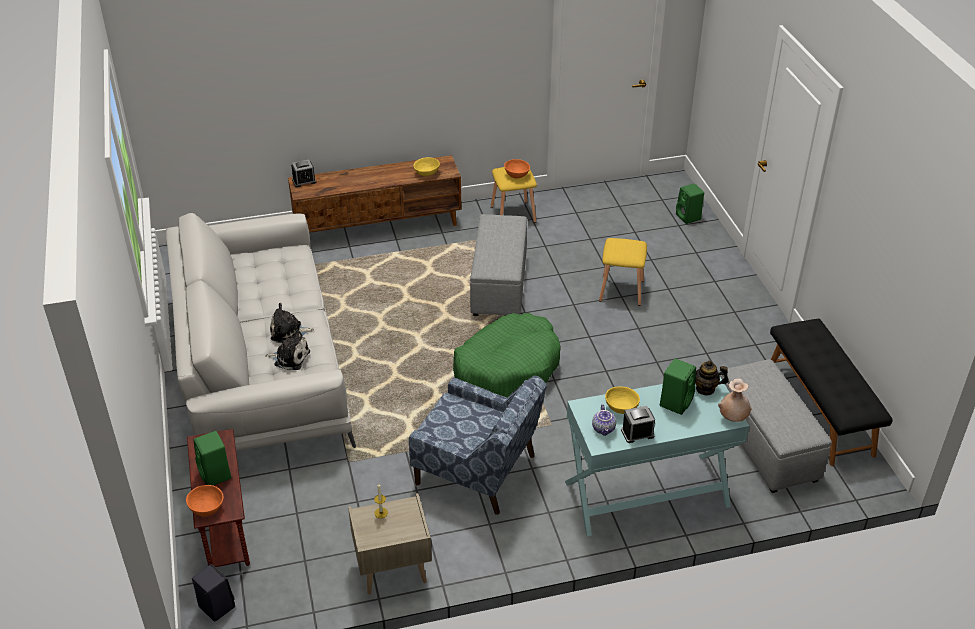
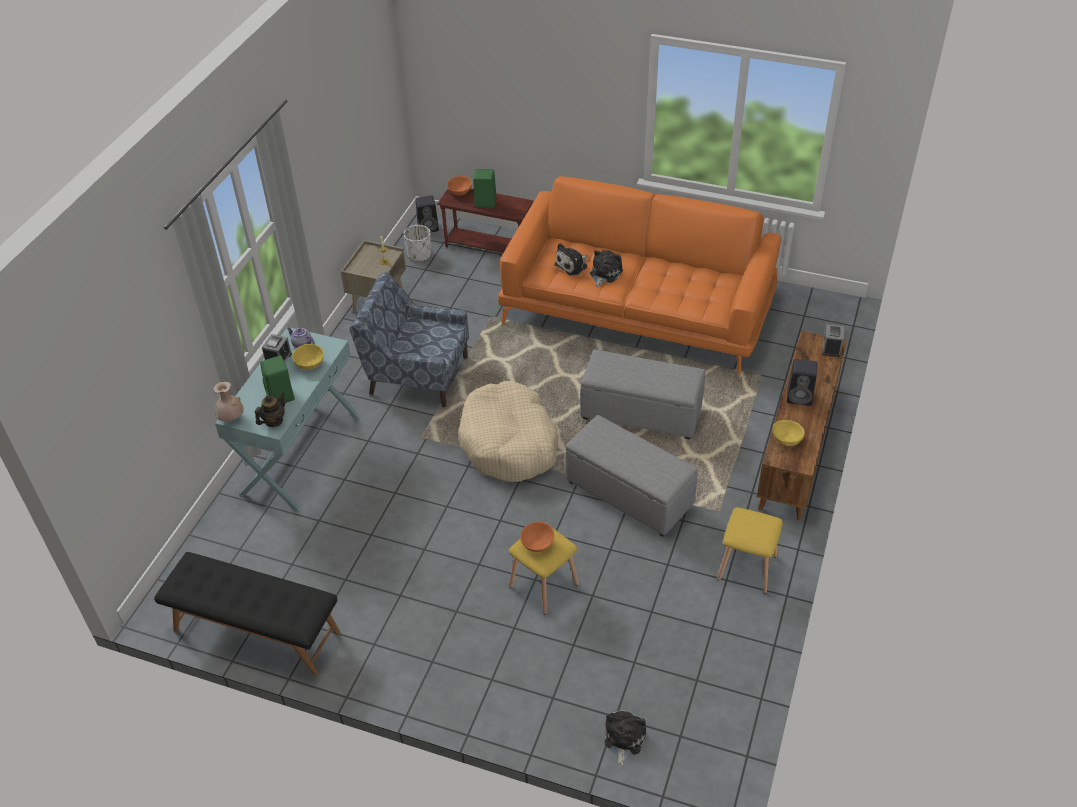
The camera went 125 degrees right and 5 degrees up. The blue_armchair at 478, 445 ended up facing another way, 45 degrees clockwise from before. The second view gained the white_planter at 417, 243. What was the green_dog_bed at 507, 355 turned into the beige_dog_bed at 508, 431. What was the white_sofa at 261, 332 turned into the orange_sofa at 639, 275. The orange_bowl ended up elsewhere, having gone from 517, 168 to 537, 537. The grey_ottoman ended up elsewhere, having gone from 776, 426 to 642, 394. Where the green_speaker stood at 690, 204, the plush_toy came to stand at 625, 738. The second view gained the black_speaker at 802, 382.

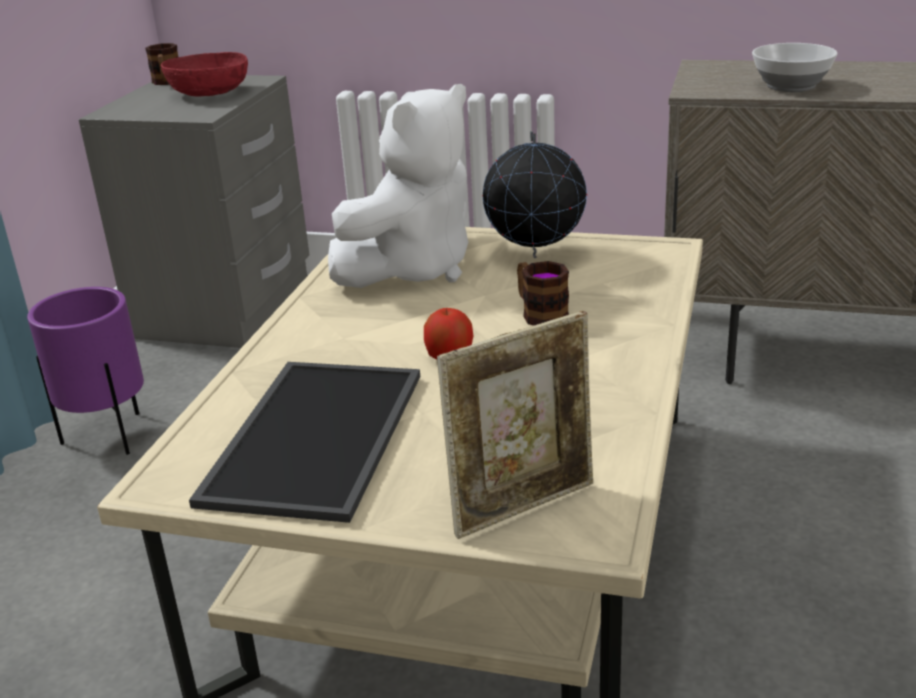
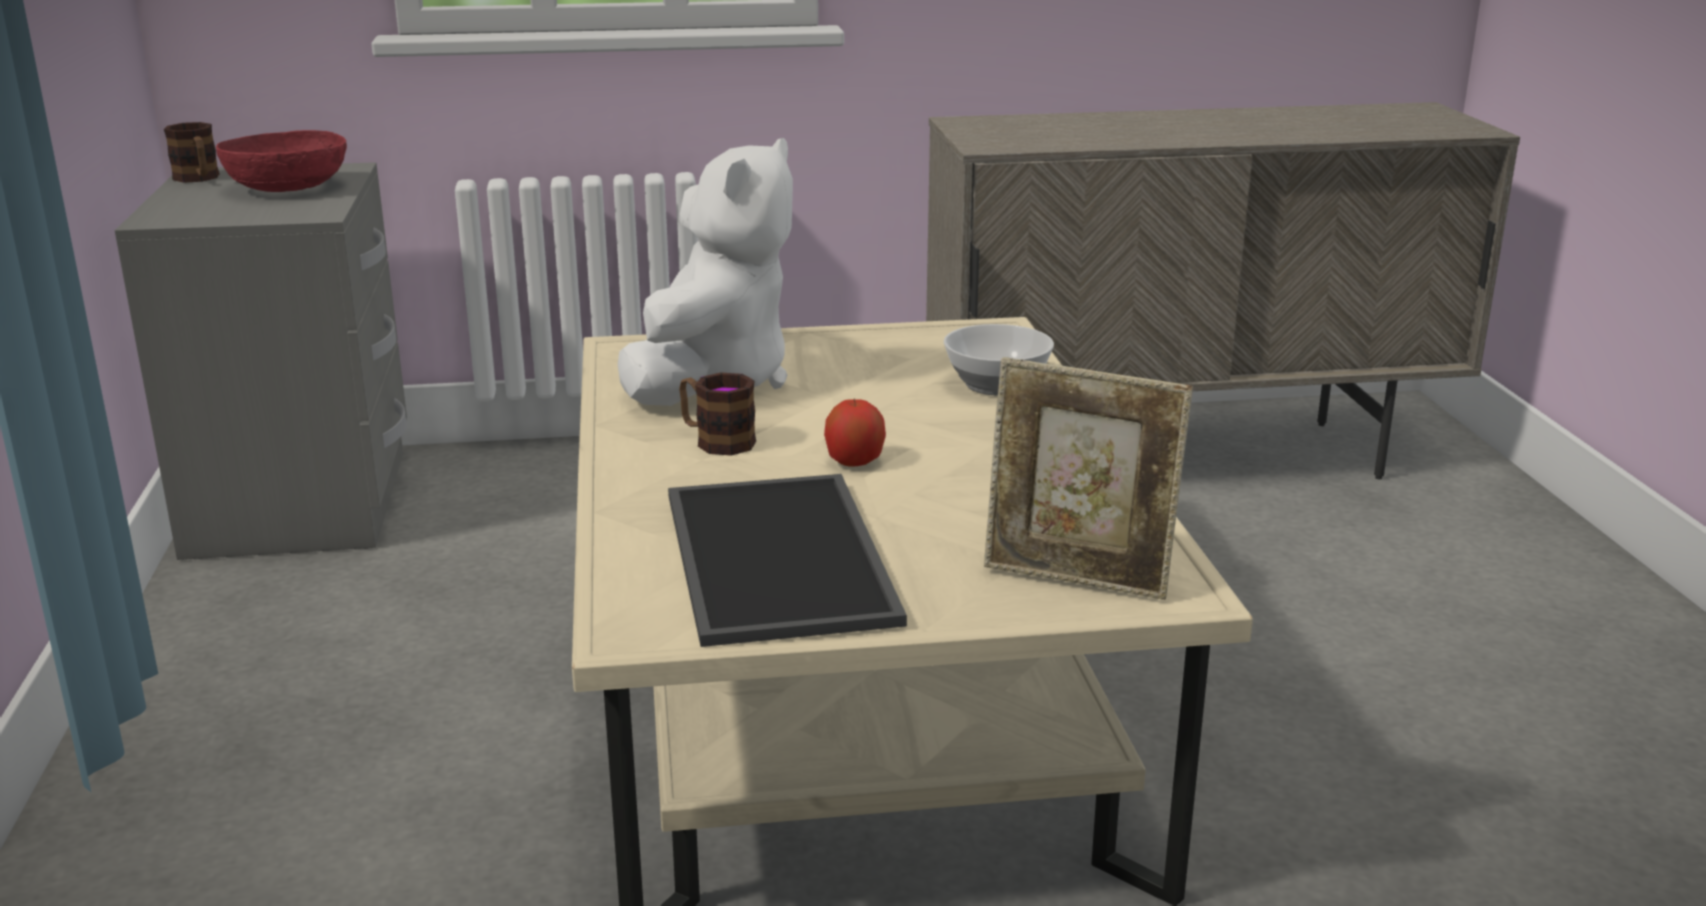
The camera went 25 degrees left and 5 degrees down. The mug ended up elsewhere, having gone from 543, 293 to 717, 414. The bowl ended up elsewhere, having gone from 794, 67 to 999, 360. The picture_frame at 515, 425 ended up facing another way, 75 degrees clockwise from before. The second view lost the purple_planter at 85, 371. The second view lost the globe at 535, 194.

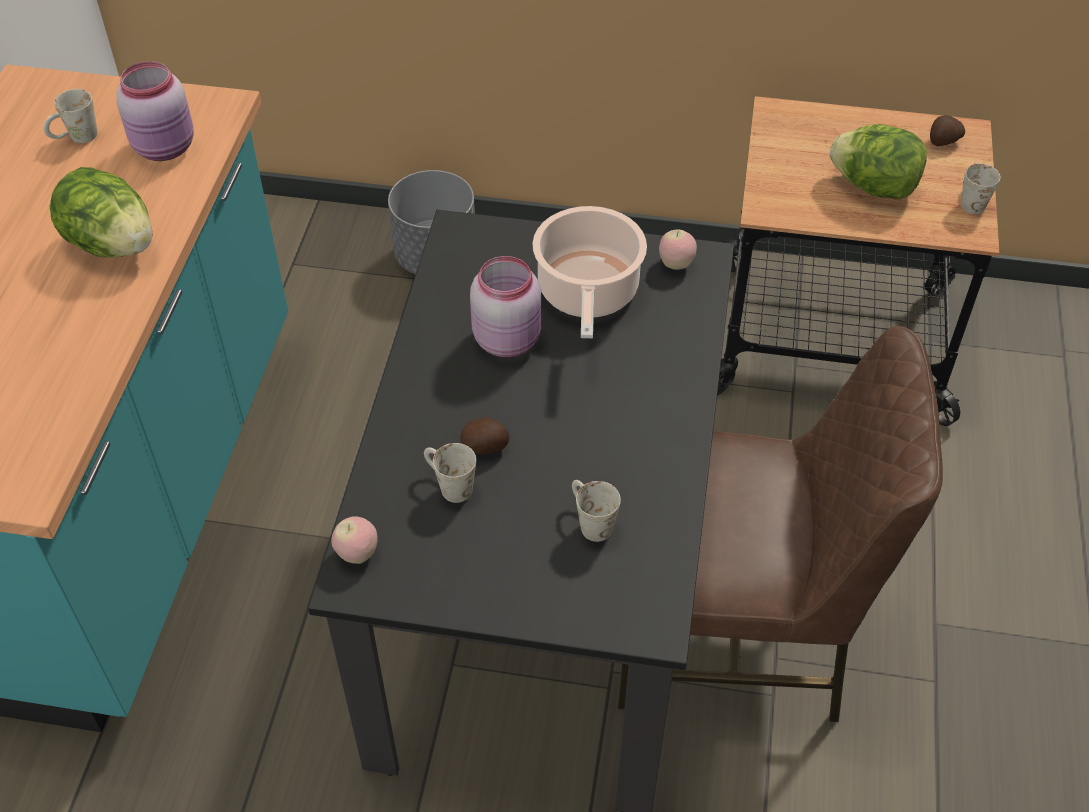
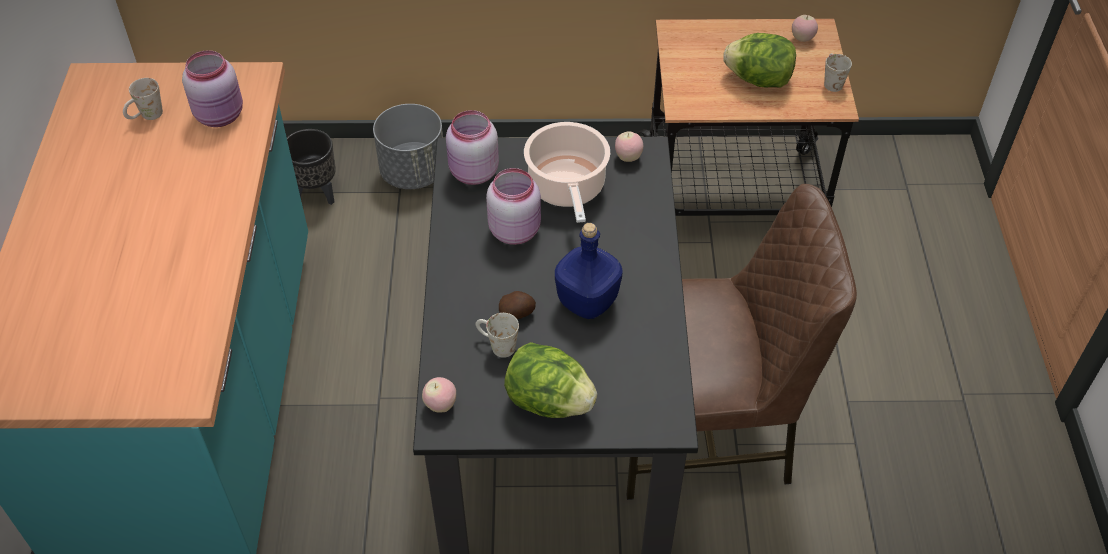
The camera went 10 degrees left and 0 degrees up. The second view gained the black_planter at 311, 167. The second view gained the pink_jar at 472, 147. The lettuce ended up elsewhere, having gone from 101, 212 to 550, 380. The second view gained the blue_bottle at 588, 271. Where the potato stood at 947, 130, the apple came to stand at 805, 28. The second view lost the white_mug at 596, 511.

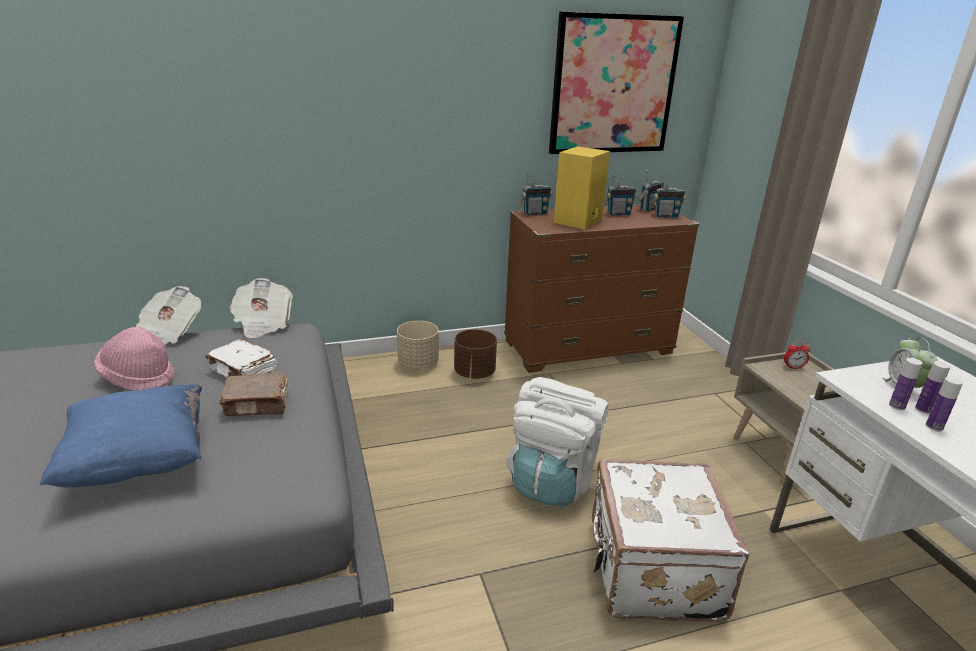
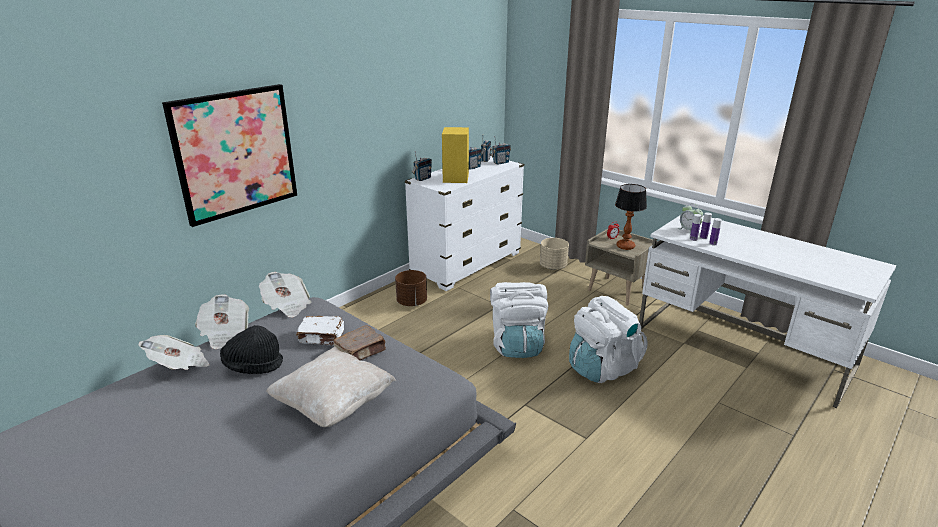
The camera went 30 degrees left and 0 degrees up. The second view gained the newspaper at 173, 352. The picture ended up elsewhere, having gone from 616, 82 to 229, 155. What was the pink_hat at 134, 359 turned into the black_hat at 251, 349. What was the blue_pillow at 121, 435 turned into the beige_pillow at 331, 387. What was the brown_dresser at 601, 288 turned into the white_dresser at 464, 223. The beige_planter ended up elsewhere, having gone from 418, 345 to 554, 254. Where the white_suitcase stood at 670, 540, the white_backpack came to stand at 608, 339. The second view gained the table_lamp at 631, 217.

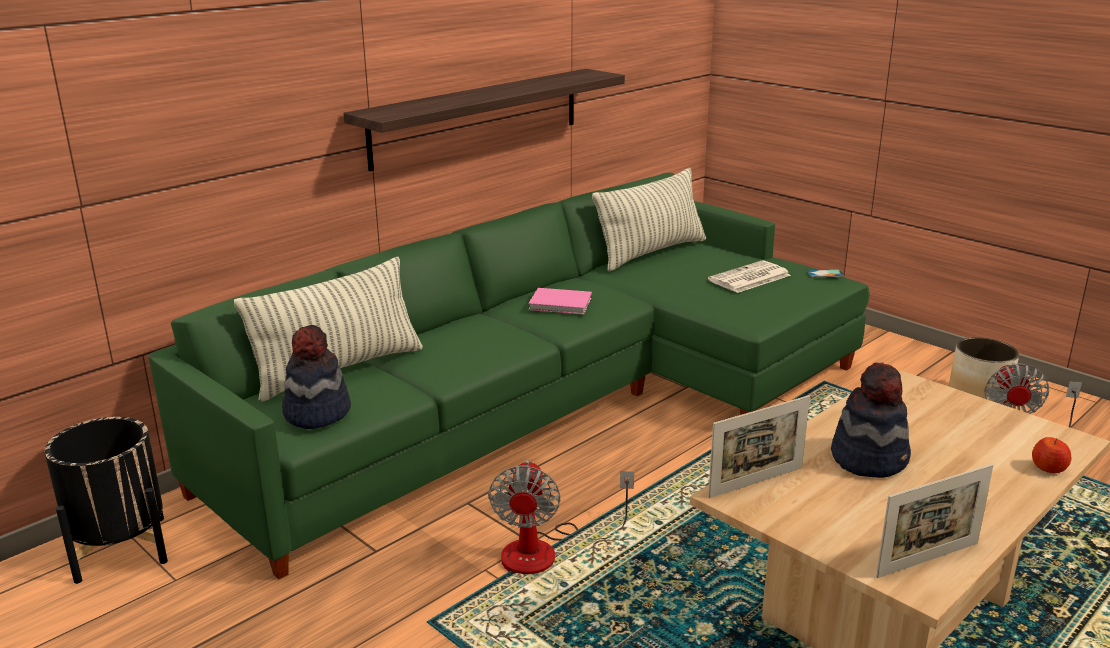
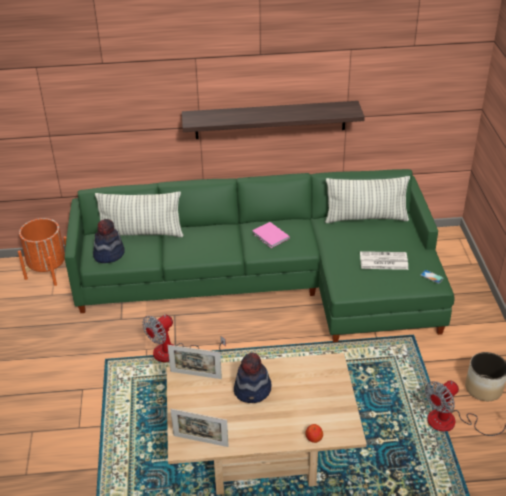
The camera went 40 degrees right and 15 degrees up. What was the black_planter at 106, 500 turned into the orange_planter at 42, 252.

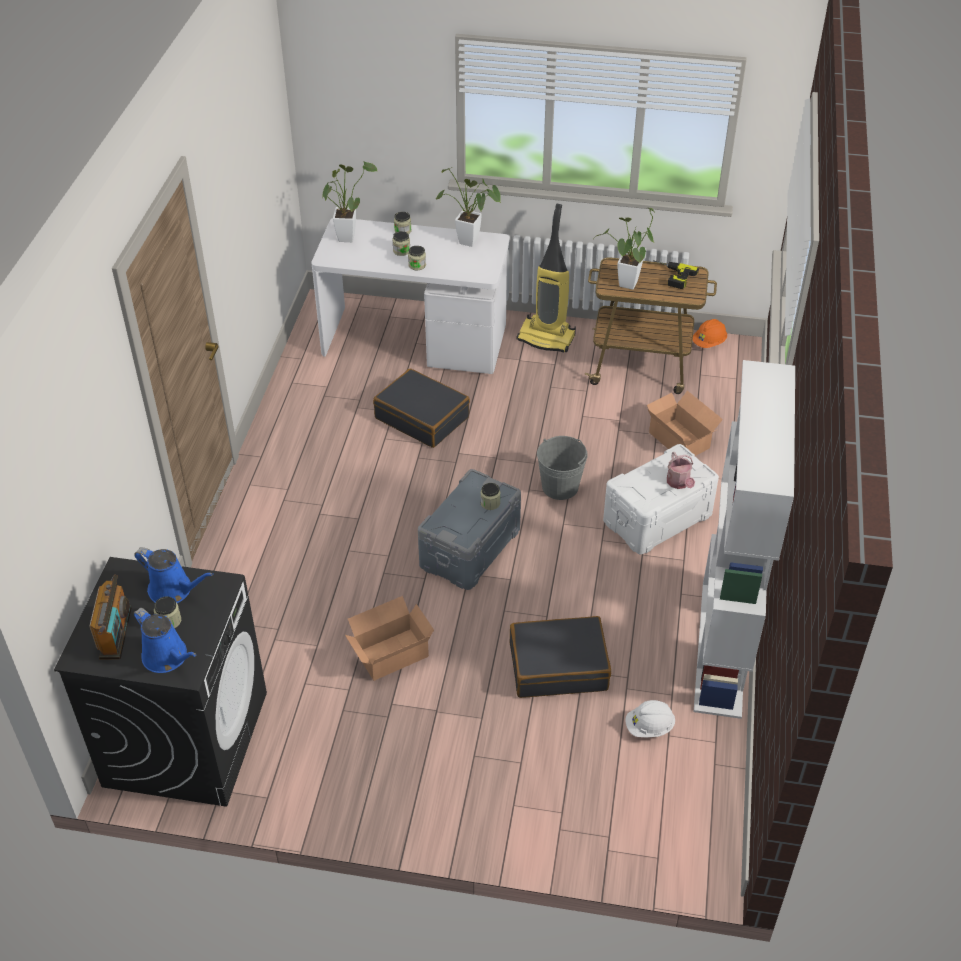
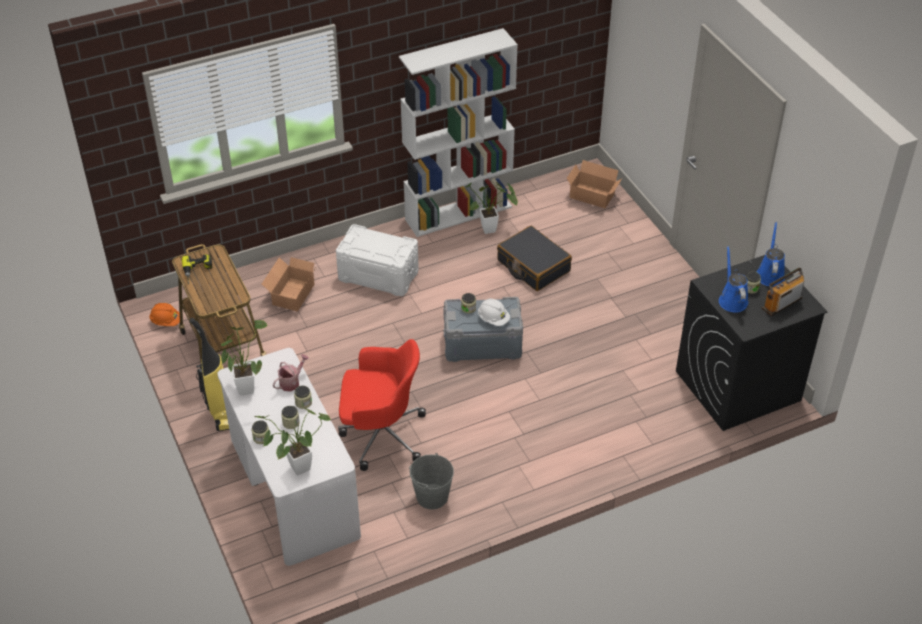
The camera went 125 degrees left and 0 degrees up. The watering_can ended up elsewhere, having gone from 681, 470 to 291, 373. Where the black_suitcase stood at 421, 408, the red_office_chair came to stand at 382, 405. The grey_bucket ended up elsewhere, having gone from 562, 468 to 431, 481. The potted_plant ended up elsewhere, having gone from 624, 248 to 490, 208. The white_hard_hat ended up elsewhere, having gone from 650, 718 to 494, 312. The cardboard_box ended up elsewhere, having gone from 389, 638 to 594, 184.

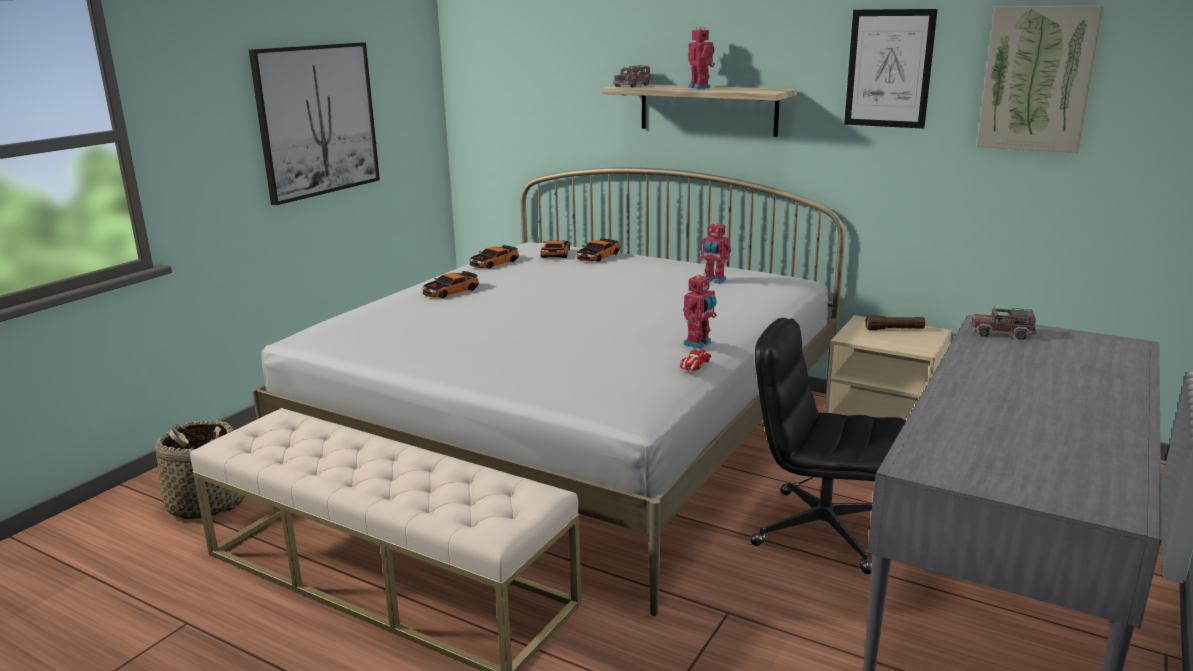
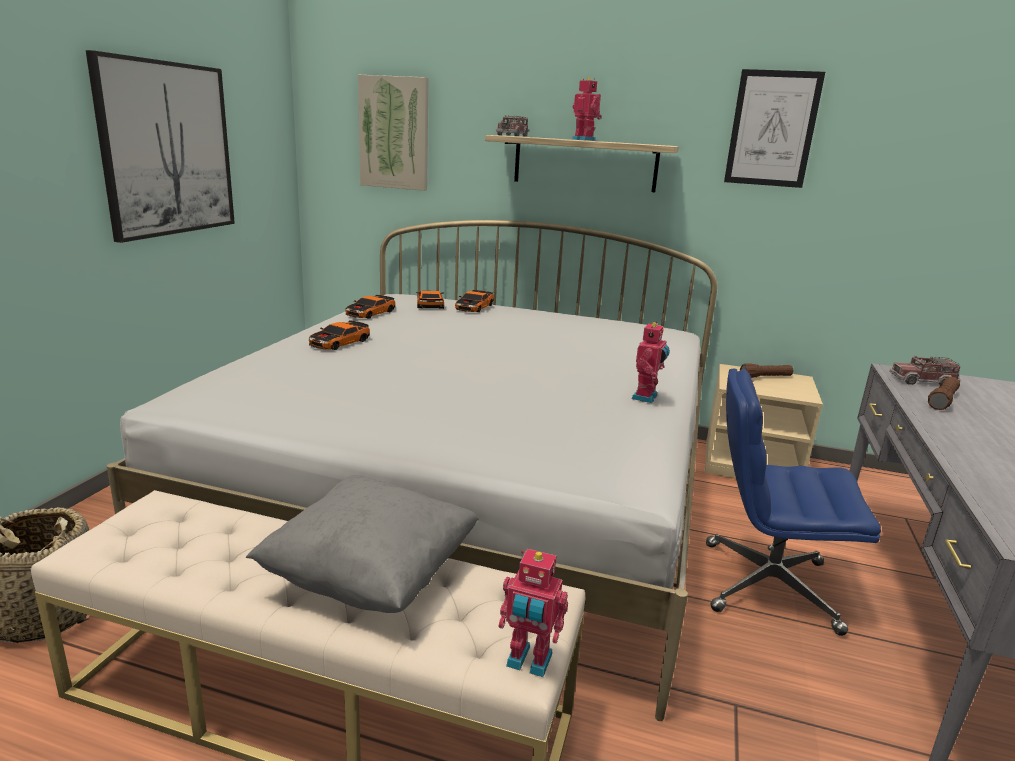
The camera went 15 degrees left and 0 degrees up. The second view gained the grey_pillow at 362, 544. The picture ended up elsewhere, having gone from 1040, 79 to 393, 133. The toy_robot ended up elsewhere, having gone from 715, 253 to 533, 613. What was the black_office_chair at 828, 446 turned into the blue_office_chair at 793, 502. The second view gained the brown_flashlight at 944, 393. The second view lost the toy_car at 695, 360.

